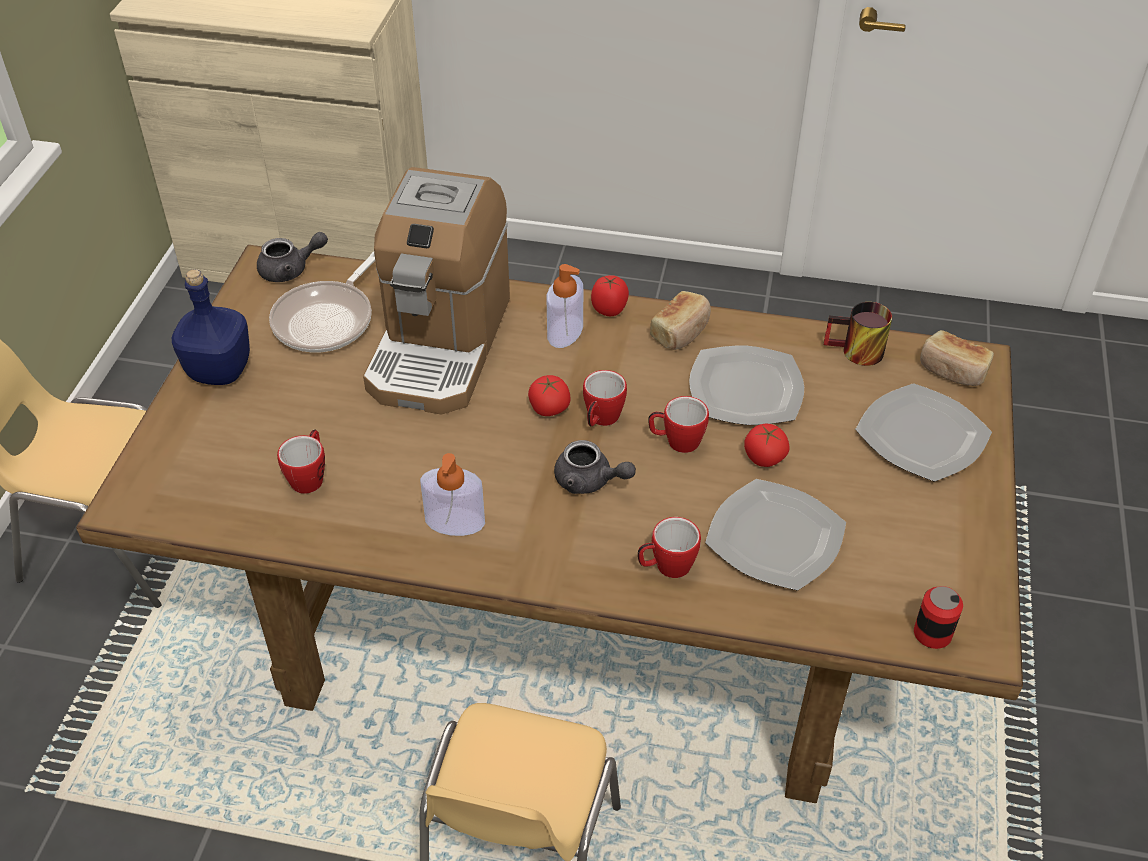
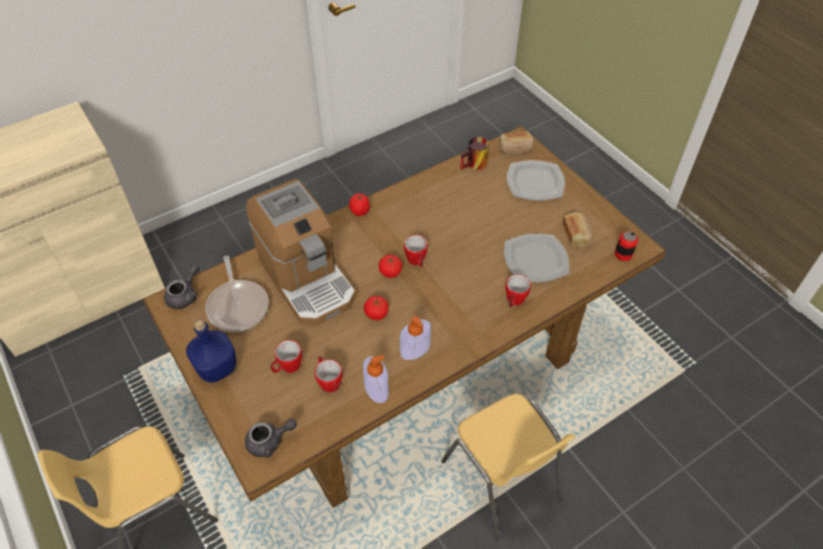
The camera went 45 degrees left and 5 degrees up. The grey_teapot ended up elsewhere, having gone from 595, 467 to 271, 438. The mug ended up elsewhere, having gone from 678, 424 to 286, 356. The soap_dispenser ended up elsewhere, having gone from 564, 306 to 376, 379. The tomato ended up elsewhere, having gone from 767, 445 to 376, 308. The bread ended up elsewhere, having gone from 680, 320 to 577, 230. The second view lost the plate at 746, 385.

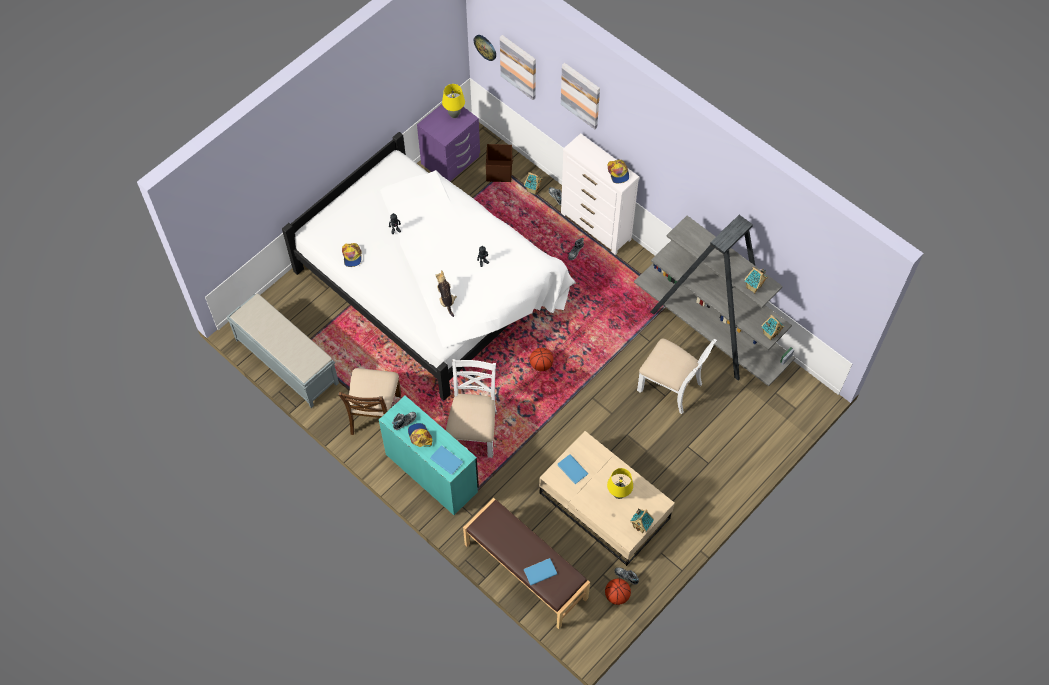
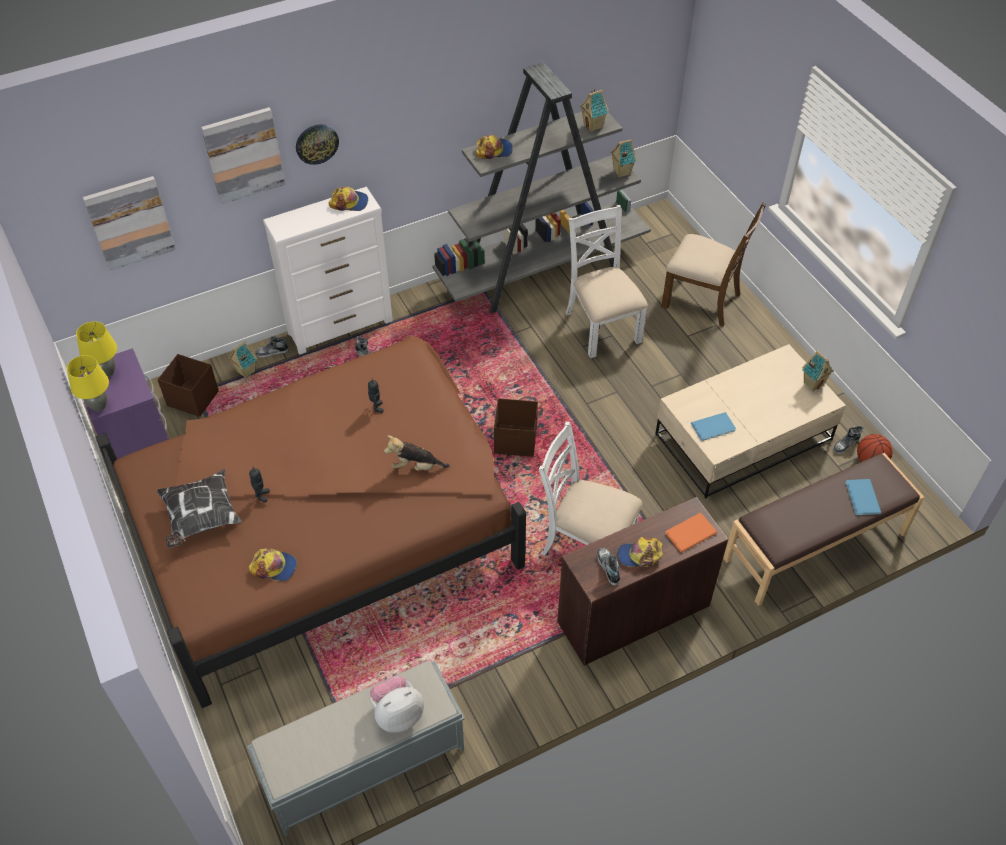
The camera went 70 degrees left and 10 degrees down. The yellow_table_lamp ended up elsewhere, having gone from 620, 483 to 88, 383. What was the white_bed at 429, 266 turned into the brown_bed at 311, 521. The second view gained the pillow at 199, 508. The wall_clock ended up elsewhere, having gone from 485, 48 to 317, 144. The second view gained the plush_toy at 397, 704. The second view gained the cap at 494, 147. Where the basketball stood at 541, 359, the brown_storage_box came to stand at 516, 427. What was the turquoise_desk at 429, 455 turned into the brown_desk at 642, 581. The white_chair at 677, 376 ended up facing another way, 75 degrees counterclockwise from before. The brown_chair ended up elsewhere, having gone from 370, 401 to 713, 265. What was the blue_book at 446, 460 turned into the orange_book at 691, 533.

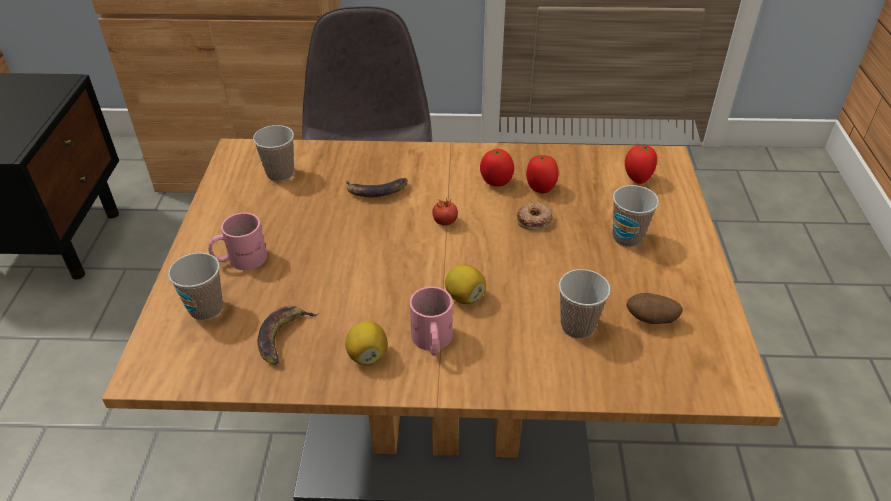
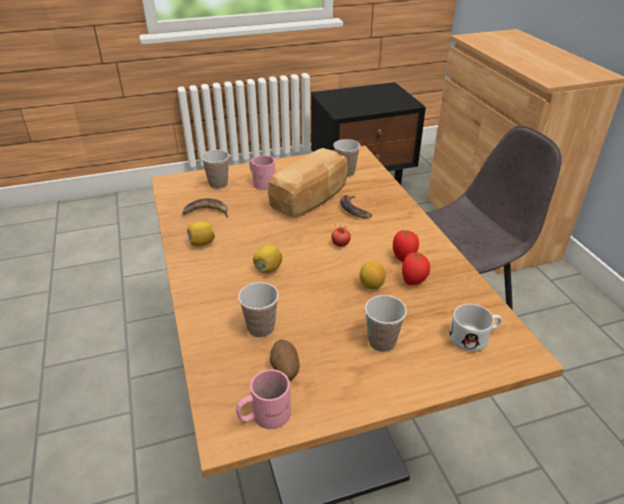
The camera went 70 degrees right and 5 degrees down. The pink_mug ended up elsewhere, having gone from 431, 321 to 263, 399. The second view gained the bread at 308, 182. Where the donut stood at 535, 216, the lemon came to stand at 373, 275. Where the tomato stood at 641, 164, the white_mug came to stand at 475, 328.

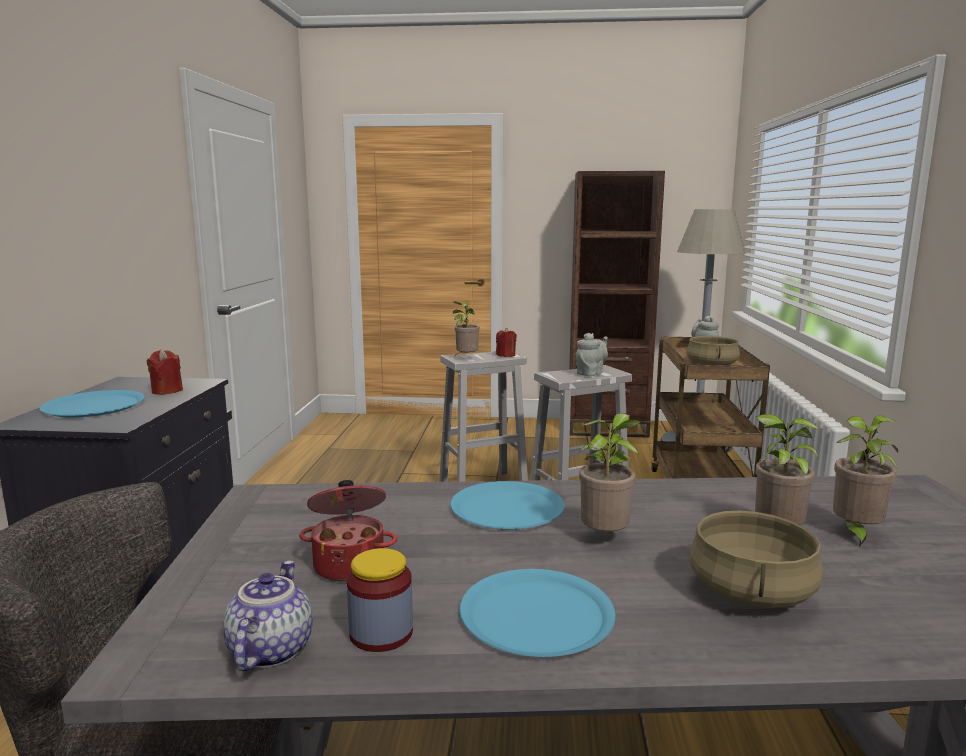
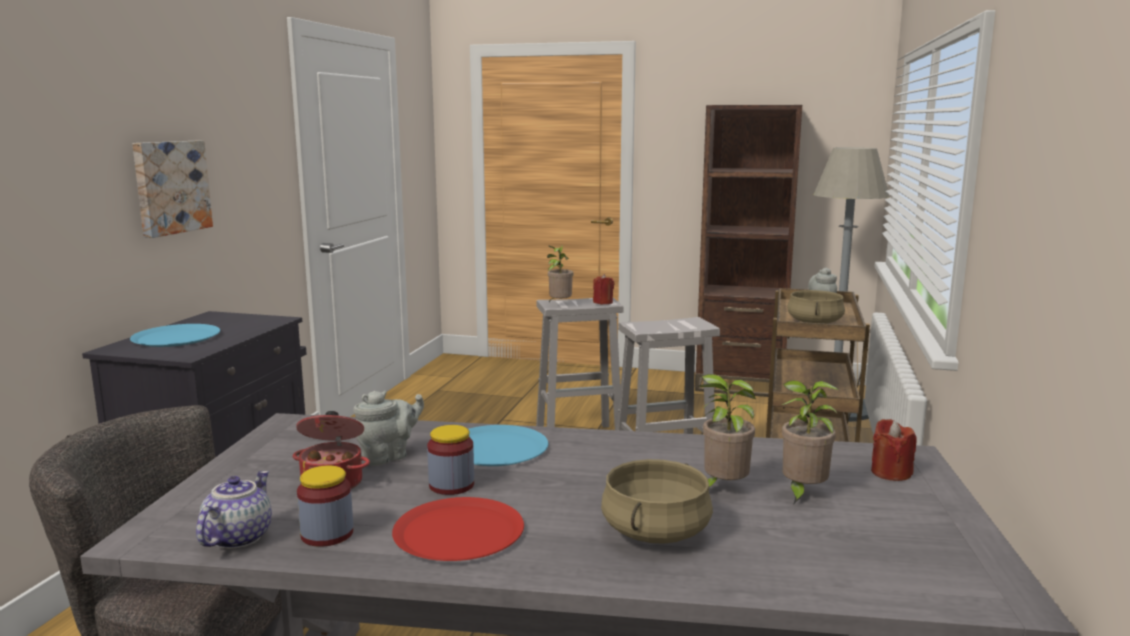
The camera went 10 degrees right and 0 degrees up. The second view gained the picture at 172, 189. The grey_teapot ended up elsewhere, having gone from 592, 354 to 388, 428. What was the blue_plate at 538, 613 turned into the red_plate at 458, 529. The second view gained the jar at 450, 460. The red_candle ended up elsewhere, having gone from 165, 372 to 894, 450. The second view lost the potted_plant at 610, 472.

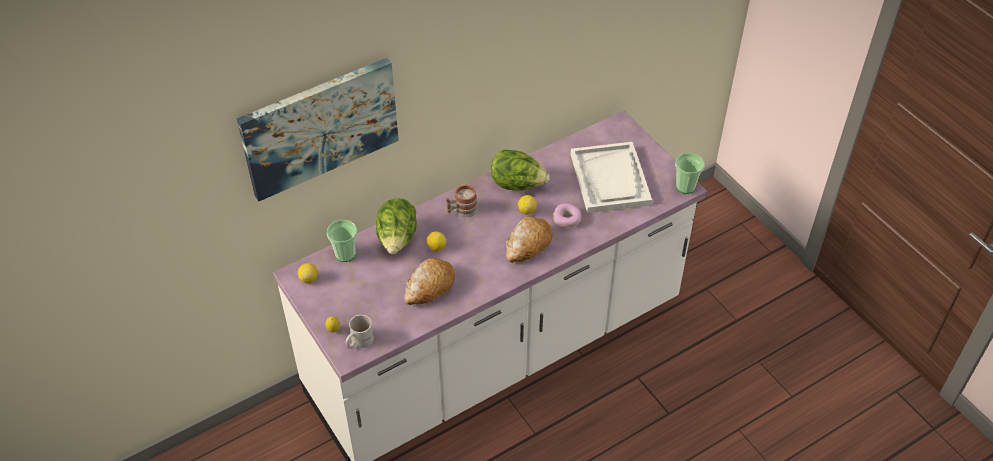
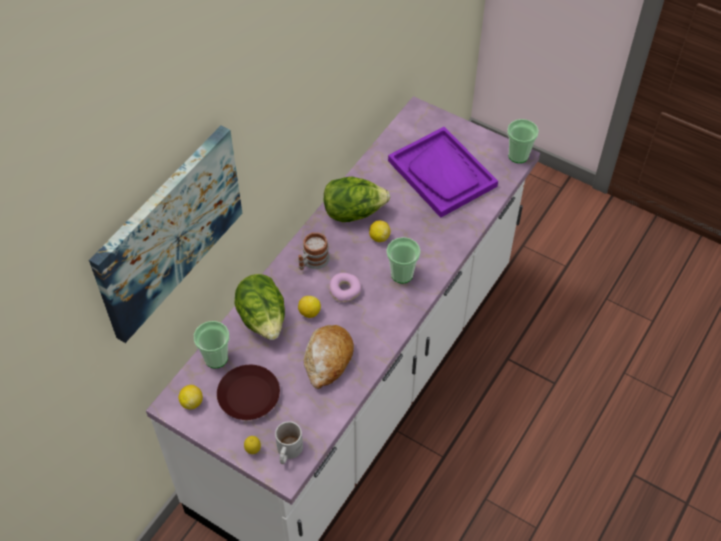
The camera went 25 degrees left and 5 degrees up. The second view gained the brown_plate at 248, 392. The donut ended up elsewhere, having gone from 567, 215 to 345, 287. Where the bread stood at 529, 240, the cup came to stand at 404, 260. What was the white_tray at 611, 177 turned into the purple_tray at 443, 172.

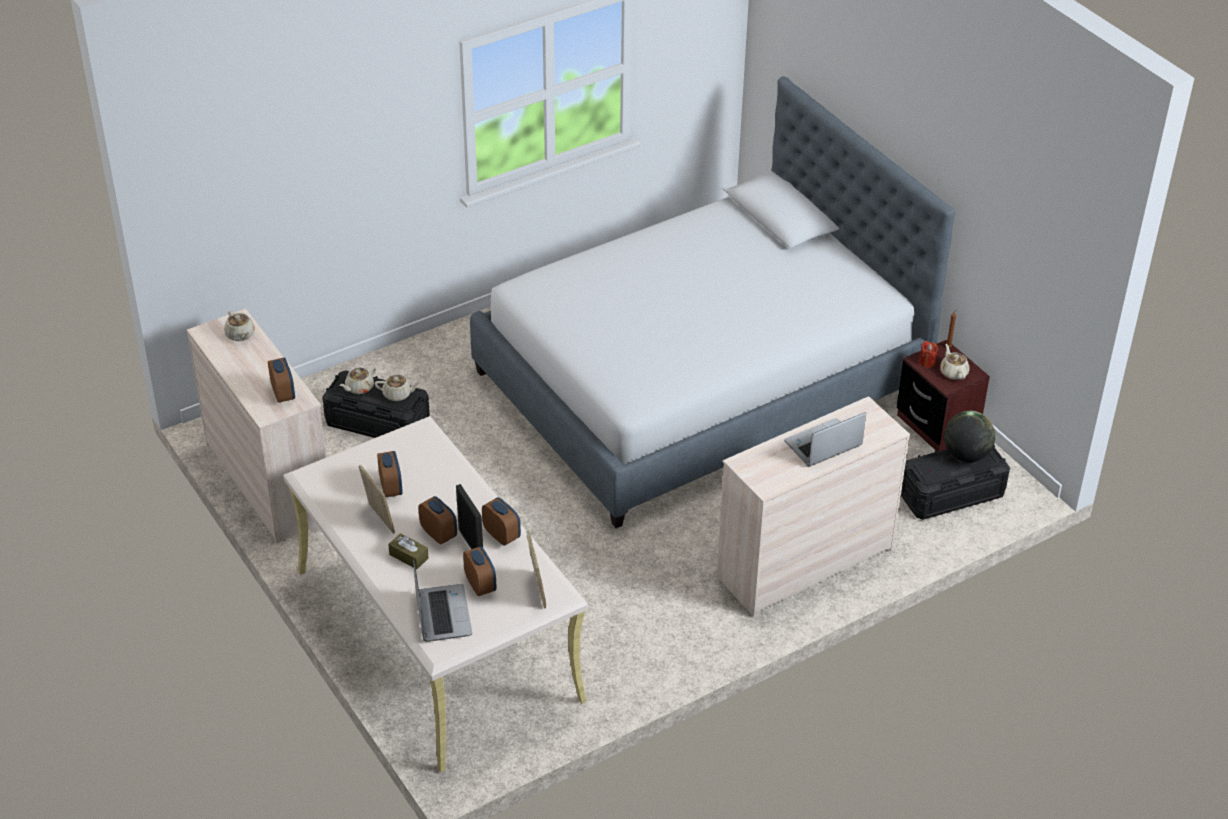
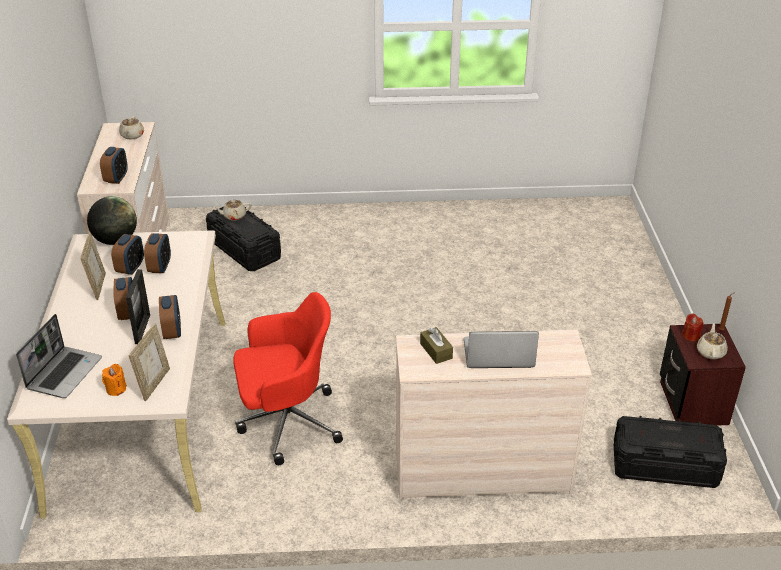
The camera went 30 degrees right and 5 degrees down. The globe ended up elsewhere, having gone from 969, 436 to 112, 220. The second view gained the orange_candle at 114, 380. The alarm_clock ended up elsewhere, having gone from 479, 571 to 157, 253. The second view gained the red_office_chair at 288, 378. The brown_tissue_box ended up elsewhere, having gone from 408, 551 to 436, 345. The second view lost the beige_teapot at 398, 387. The second view lost the bed at 712, 302.

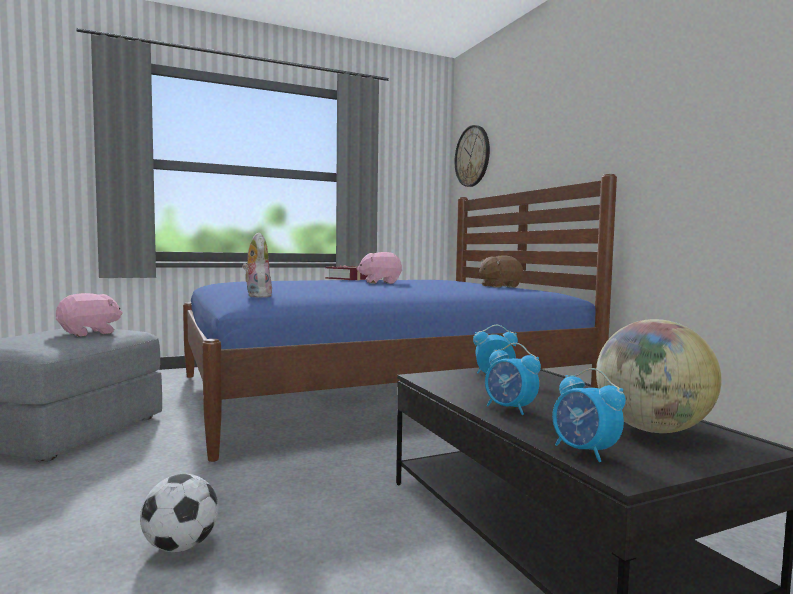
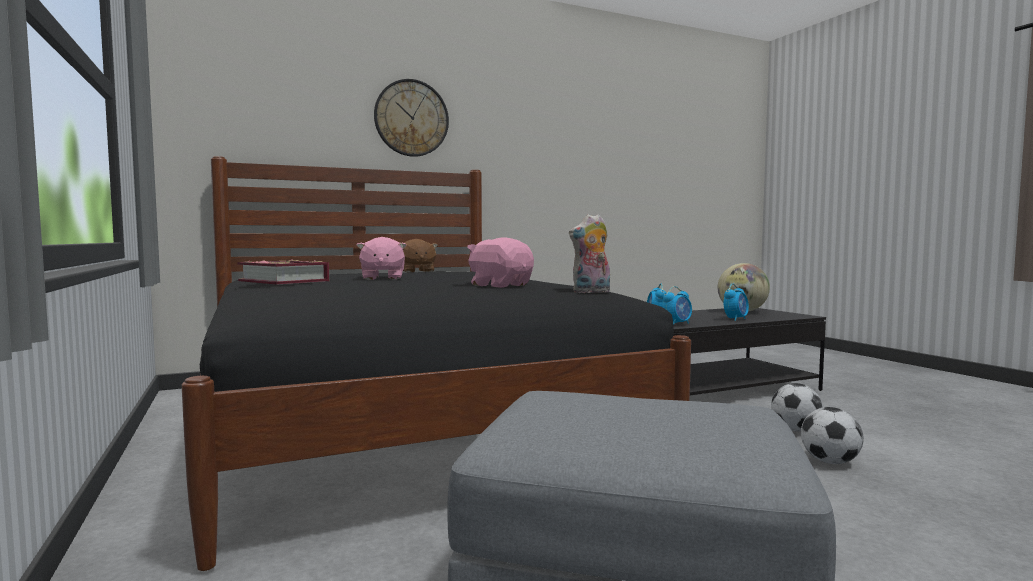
The camera went 90 degrees left and 0 degrees up. What was the blue_bed at 400, 318 turned into the black_bed at 436, 363. The wall_clock ended up elsewhere, having gone from 472, 156 to 411, 118. The pink_plush_toy ended up elsewhere, having gone from 89, 315 to 500, 262. The alarm_clock ended up elsewhere, having gone from 589, 415 to 677, 305. The second view gained the football at 797, 407.

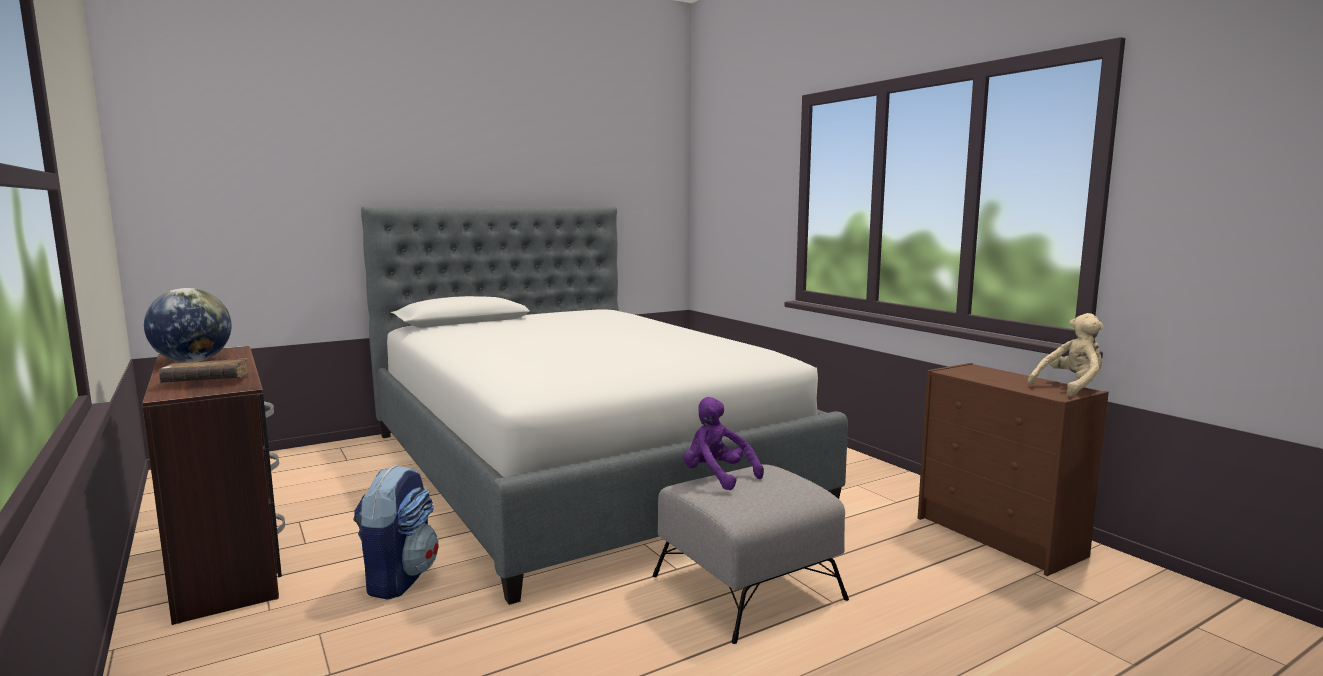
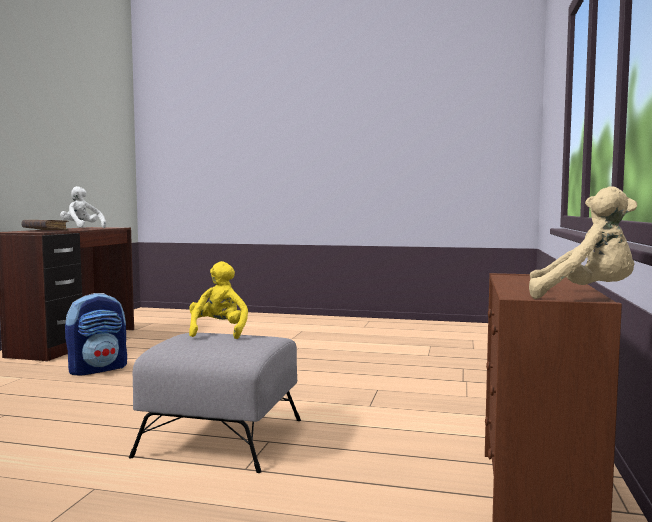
The camera went 45 degrees right and 5 degrees down. Where the globe stood at 187, 325, the white_plush_toy came to stand at 83, 207. What was the purple_plush_toy at 723, 443 turned into the yellow_plush_toy at 218, 300. The second view lost the bed at 604, 405.

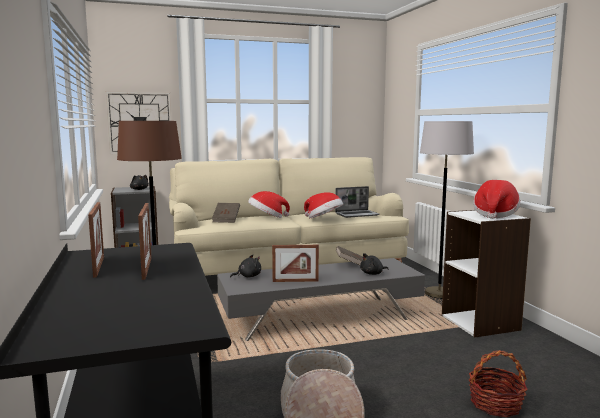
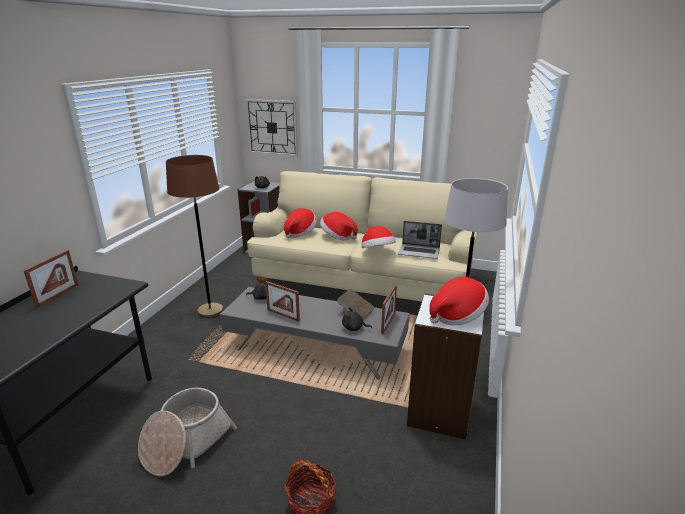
The camera went 35 degrees right and 15 degrees up. Where the brown_book stood at 226, 213, the hat came to stand at 300, 223. The picture_frame ended up elsewhere, having gone from 145, 241 to 389, 309.

